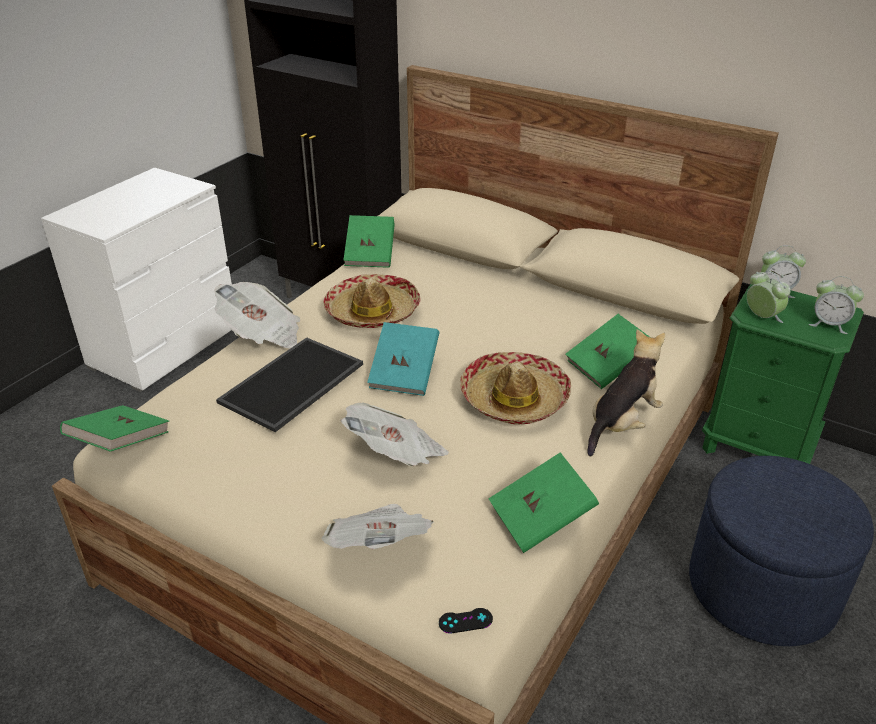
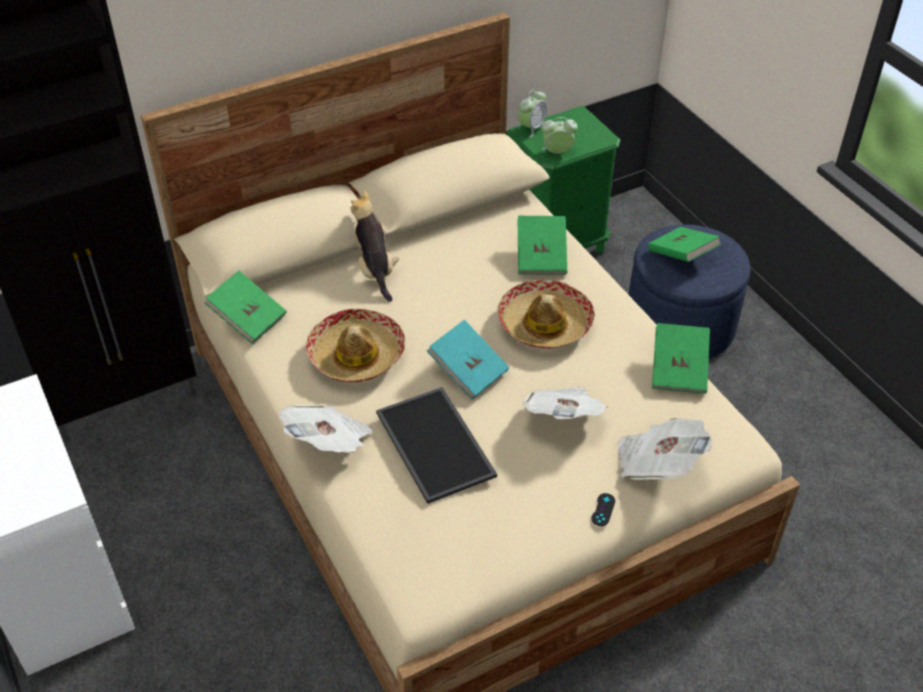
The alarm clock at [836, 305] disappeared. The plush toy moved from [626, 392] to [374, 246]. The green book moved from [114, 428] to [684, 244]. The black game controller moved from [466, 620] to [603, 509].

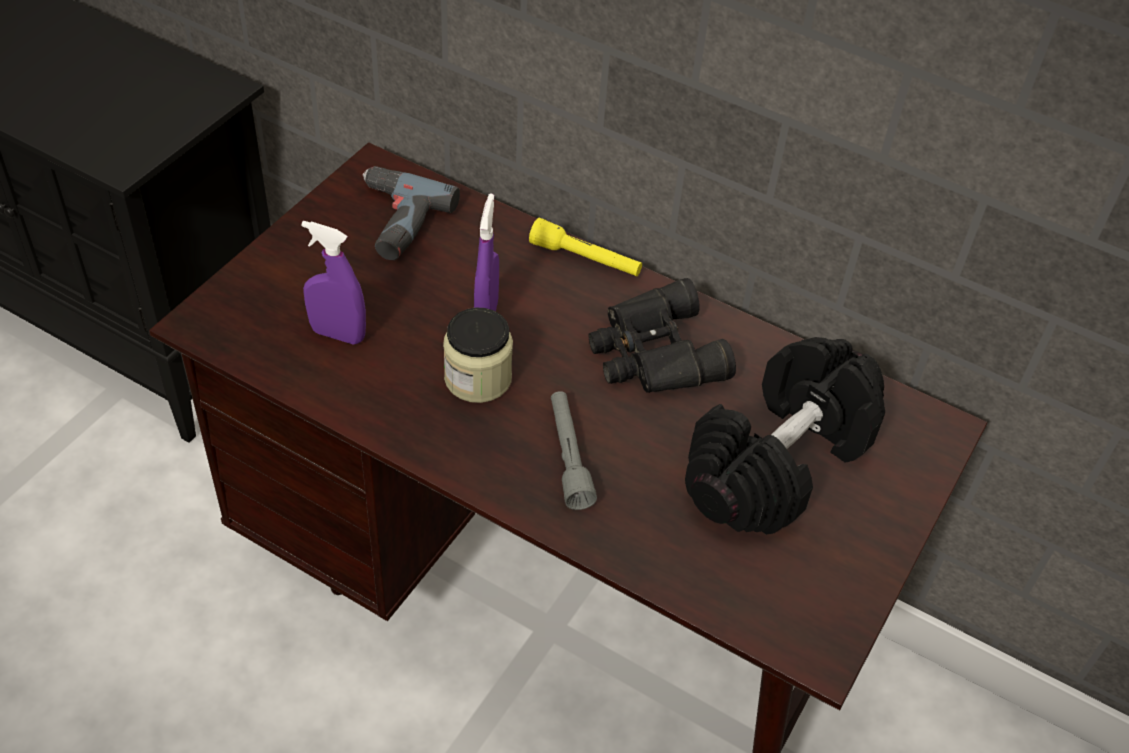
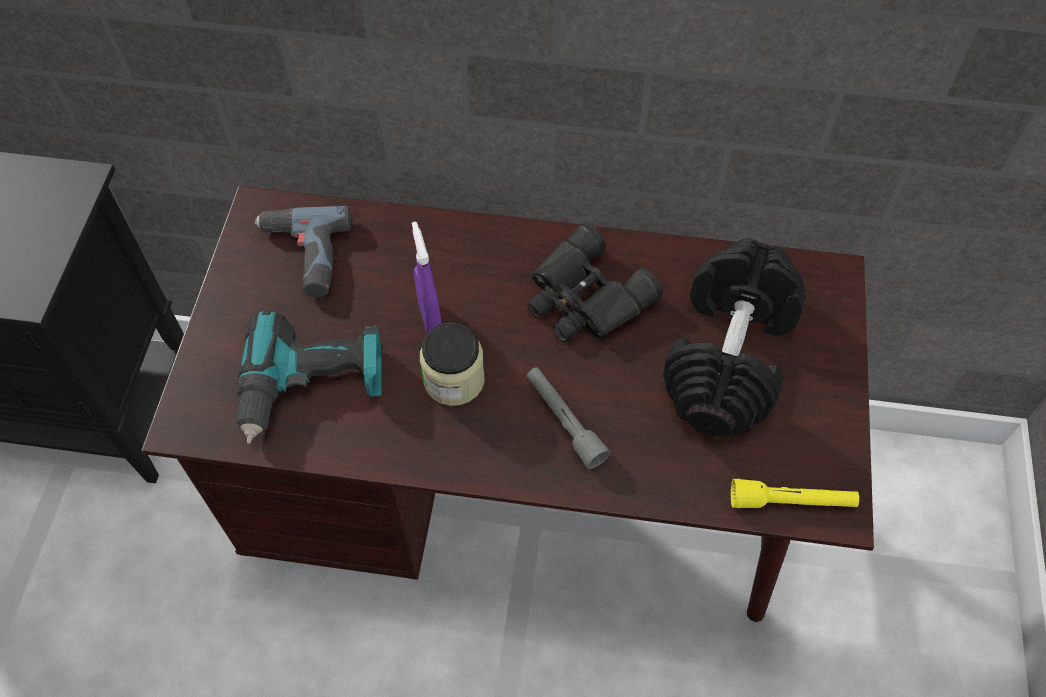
The yellow flashlight moved from [585, 247] to [795, 493]. The purple spray bottle at [334, 283] was replaced by the power drill at [309, 377].

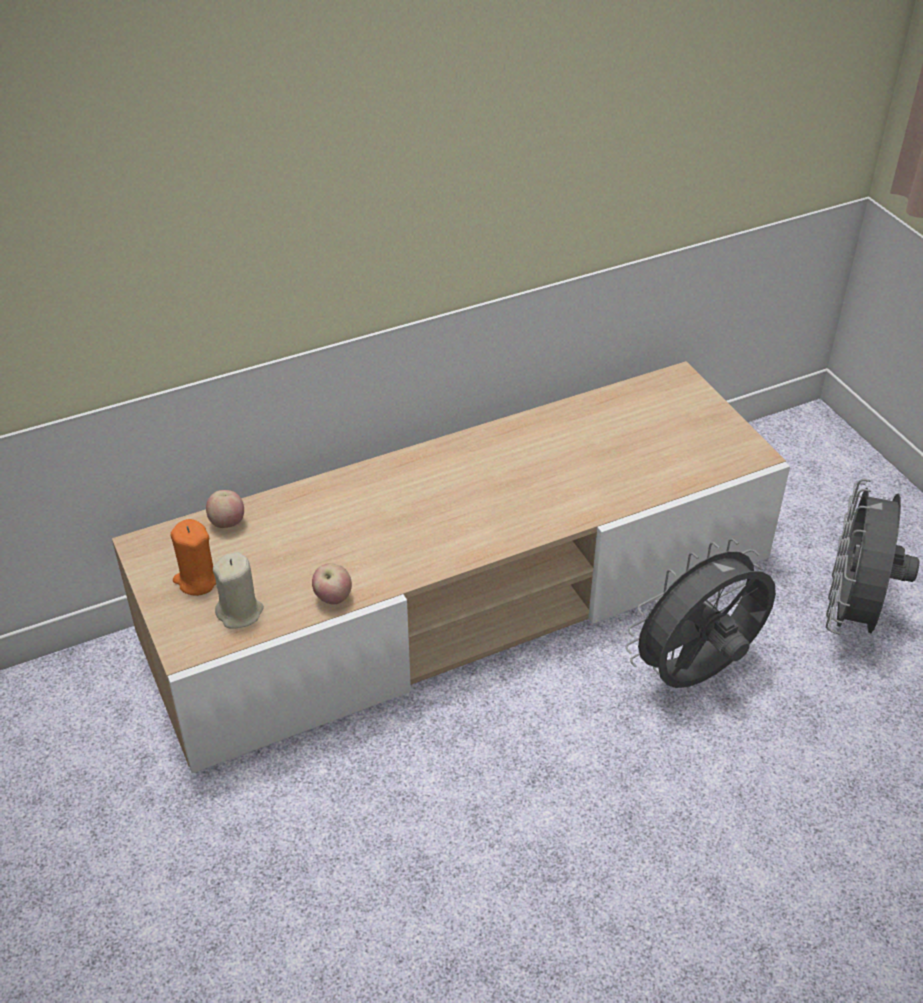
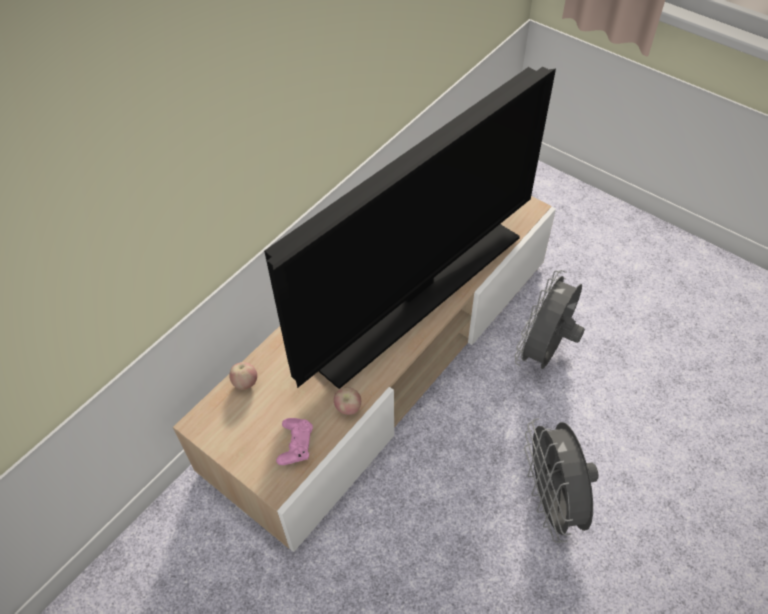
The grey fan moved from [872, 557] to [561, 480]. The orange candle at [193, 557] disappeared. The beige candle at [238, 590] was replaced by the pink game controller at [294, 441]. The television at [410, 228] appeared.

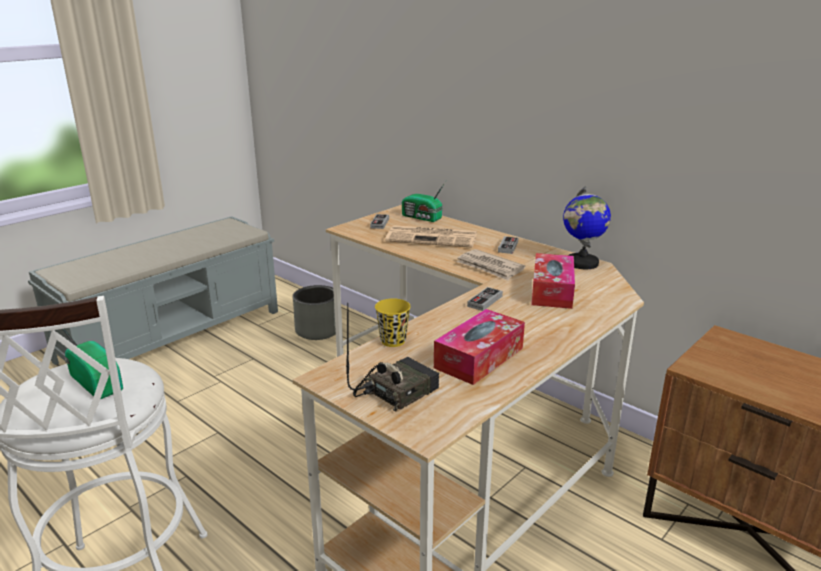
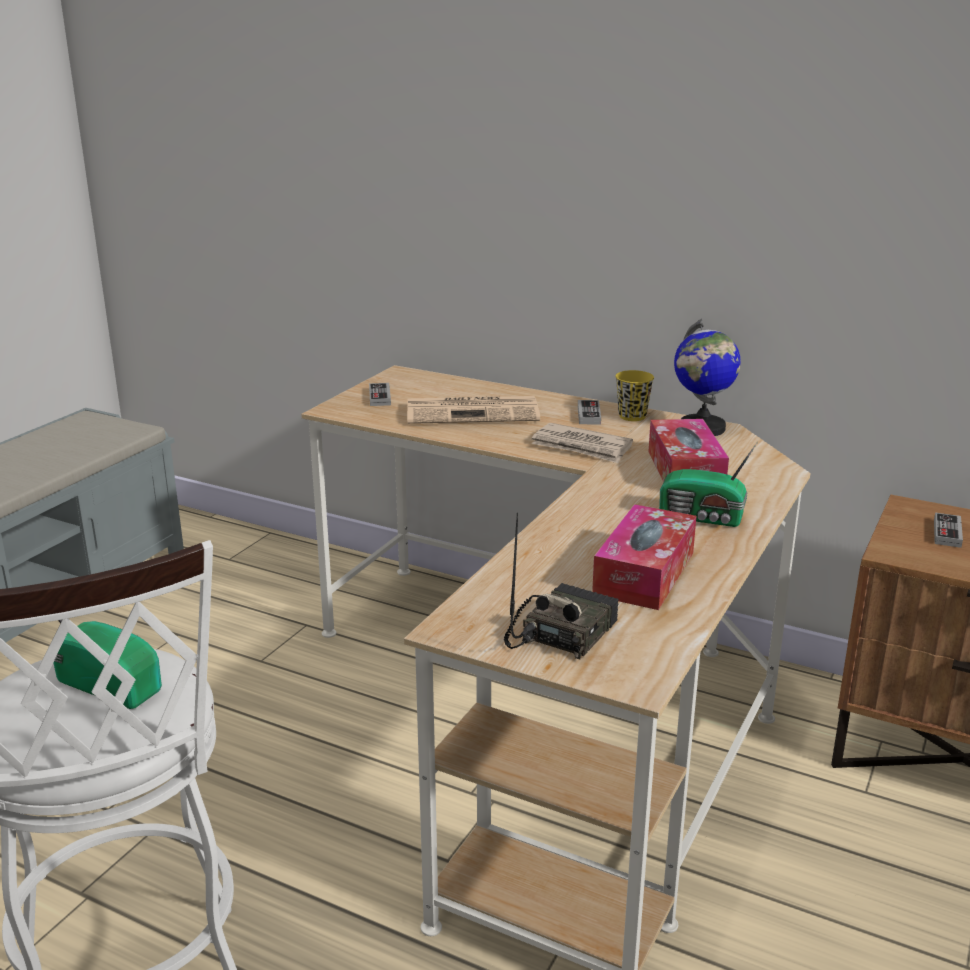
The radio moved from [424, 201] to [708, 484]. The grey planter at [314, 312] disappeared. The game controller moved from [485, 299] to [948, 530]. The yellow cup moved from [393, 323] to [634, 395].

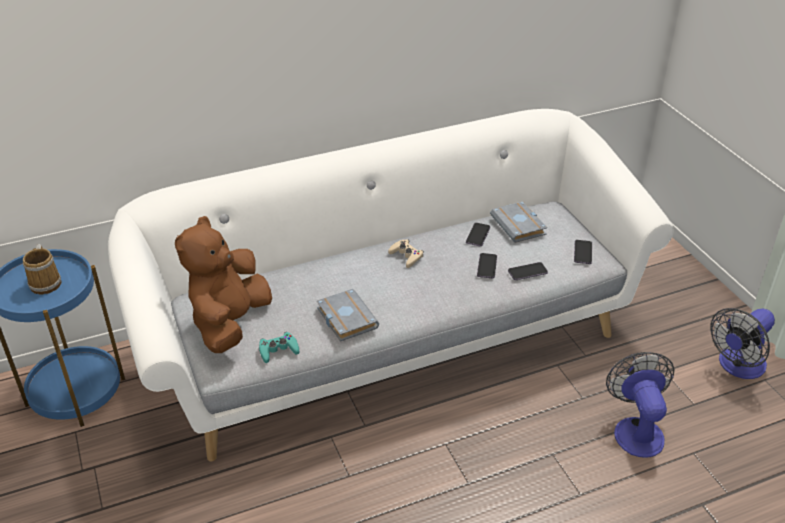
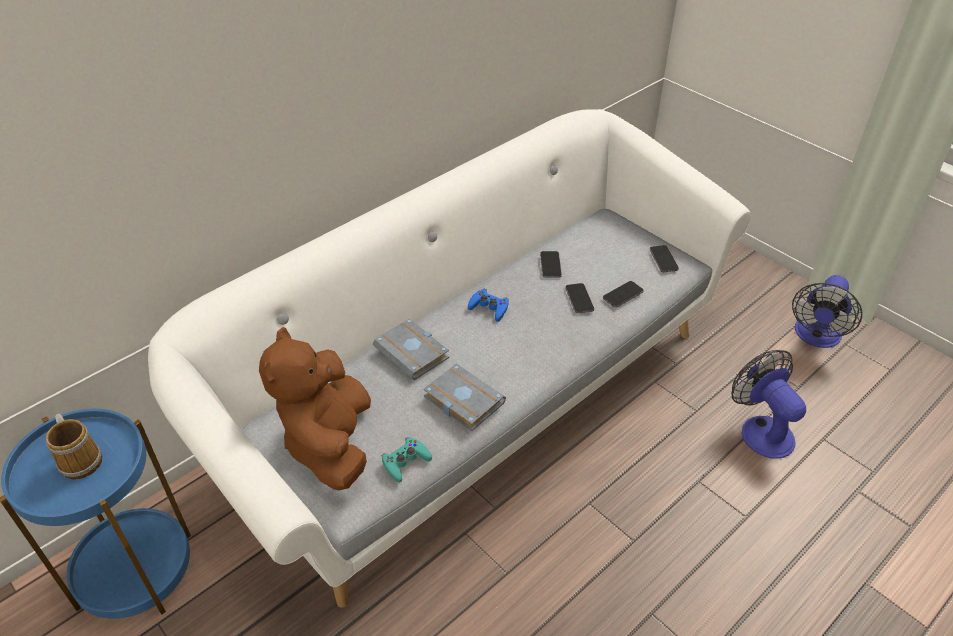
The grey book moved from [518, 222] to [411, 349]. The beige game controller at [406, 253] became the blue game controller at [488, 305].

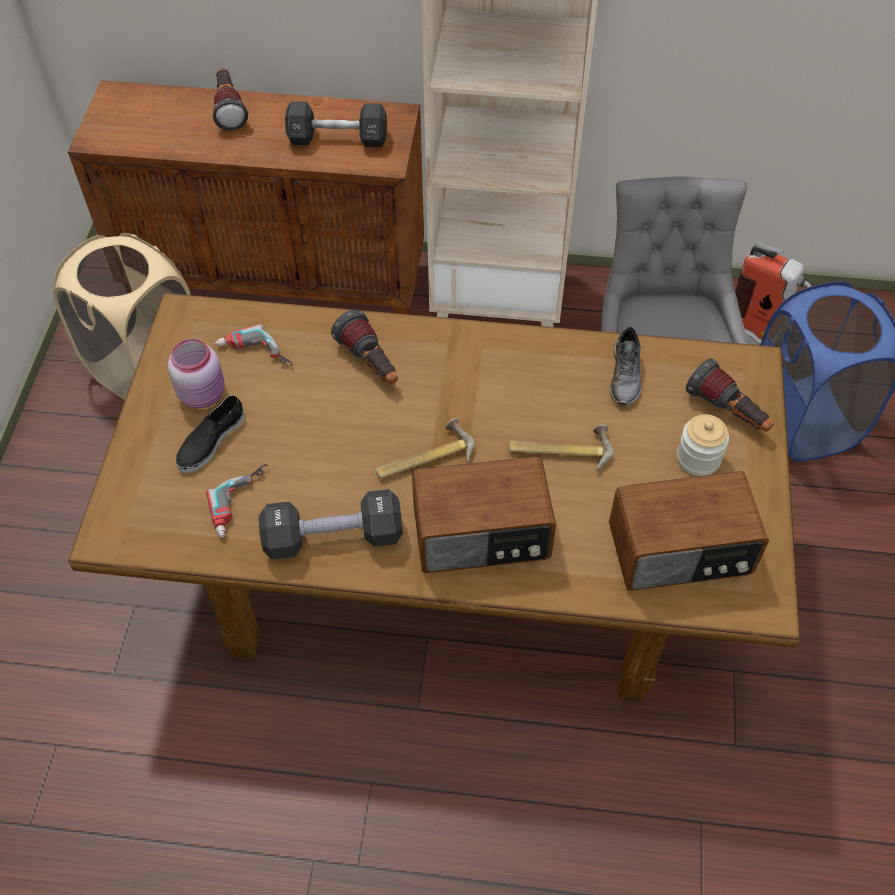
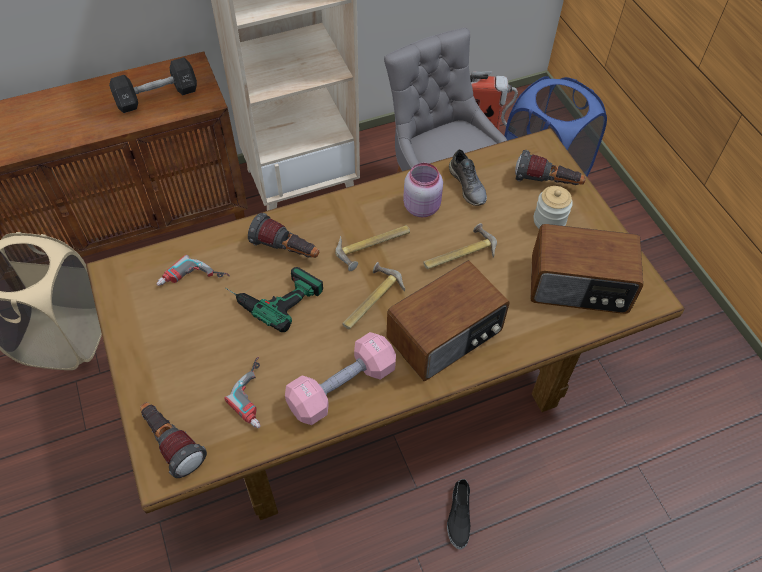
The flashlight moved from [230, 99] to [173, 440]. The pink jar moved from [196, 373] to [423, 190]. The black shoe moved from [210, 434] to [458, 514]. The radio at [689, 531] turned 45 degrees clockwise. The black dumbbell at [331, 524] became the pink dumbbell at [340, 378]. The hammer at [372, 248] appeared. The power drill at [274, 299] appeared.

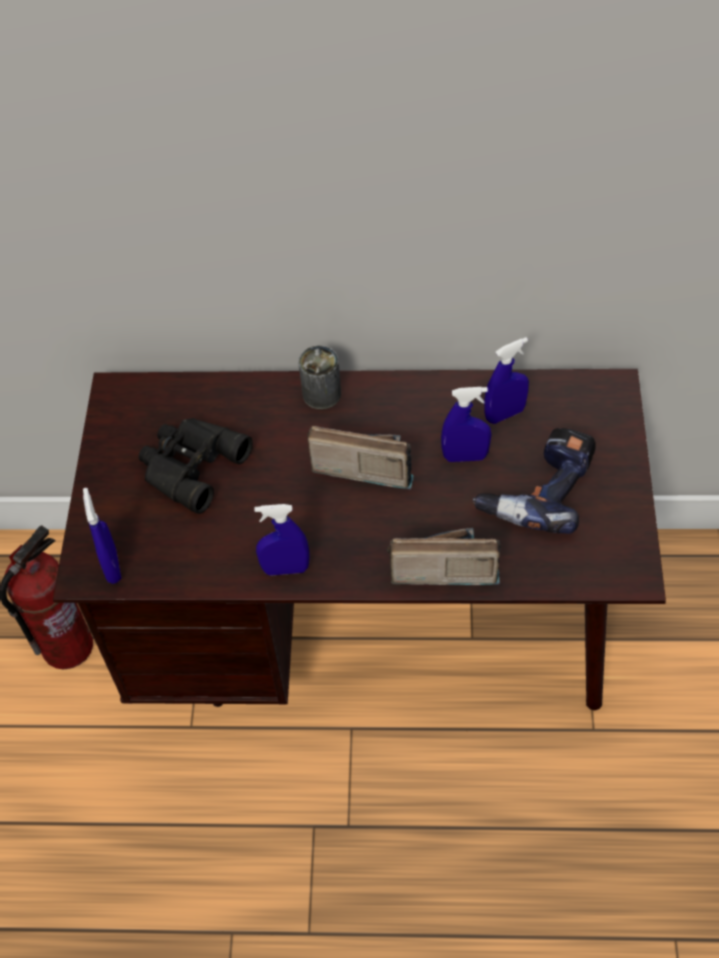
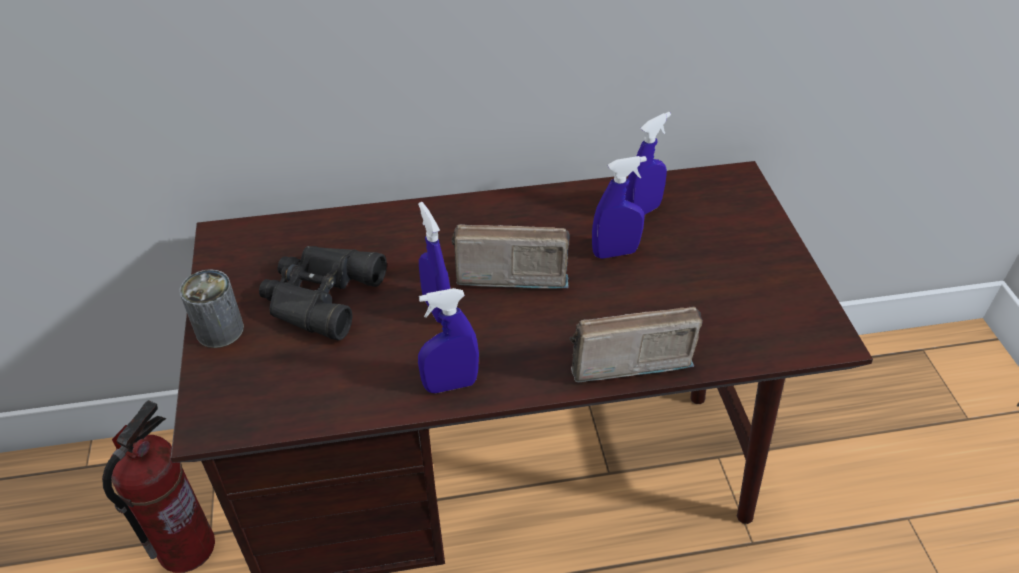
The can moved from [319, 377] to [211, 308]. The power drill at [534, 481] disappeared. The blue spray bottle moved from [102, 536] to [434, 262].

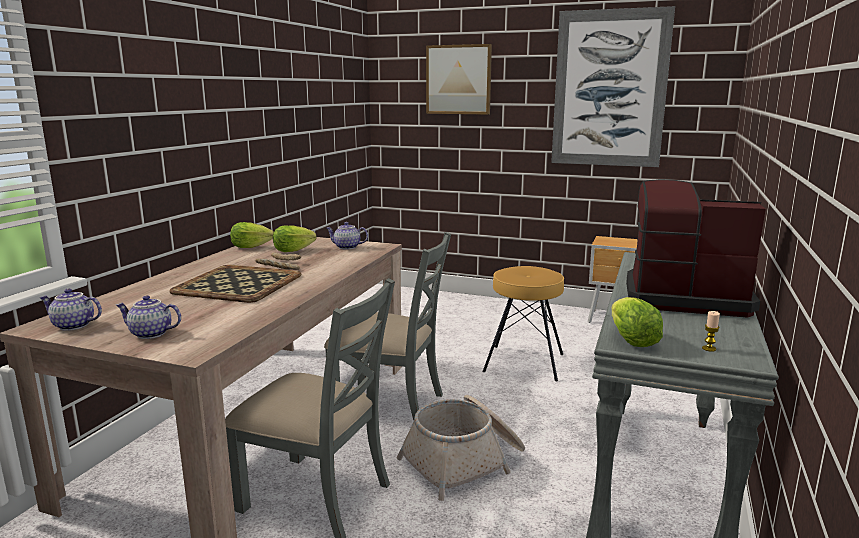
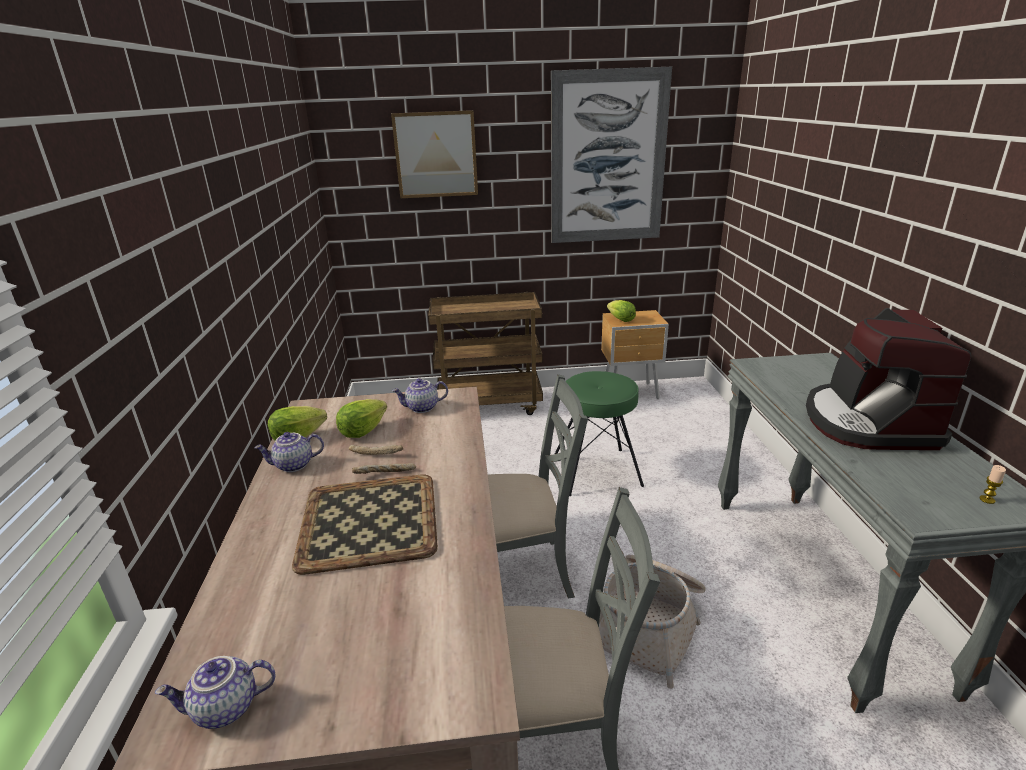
The coffee machine at [696, 248] turned 75 degrees counterclockwise. The brown stool at [523, 323] became the green stool at [599, 433]. The teapot moved from [148, 317] to [289, 452]. The lettuce moved from [637, 322] to [621, 311]. The brown cart at [485, 353] appeared.

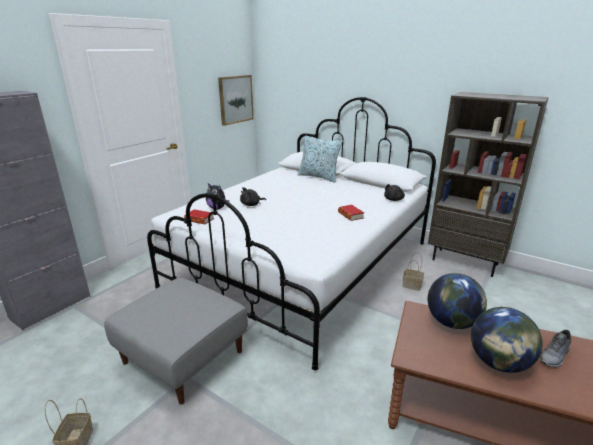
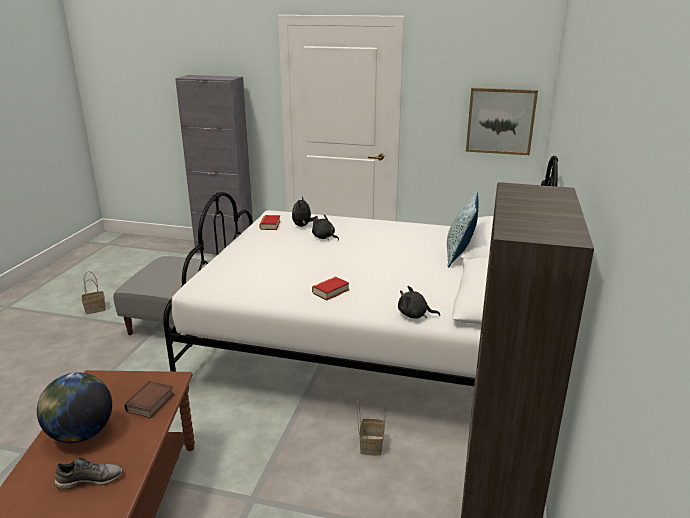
The globe at [457, 301] was replaced by the book at [149, 399]. The grey shoe at [555, 348] turned 135 degrees clockwise.

